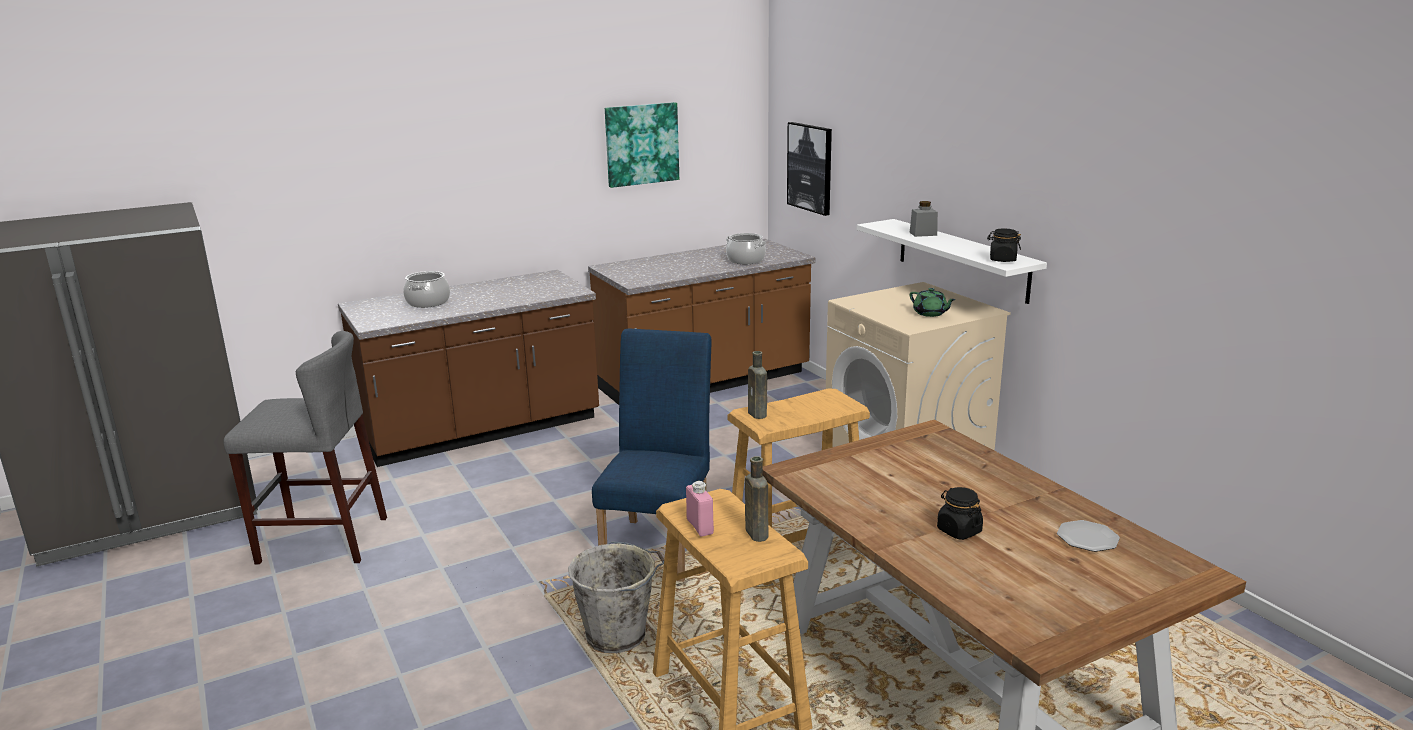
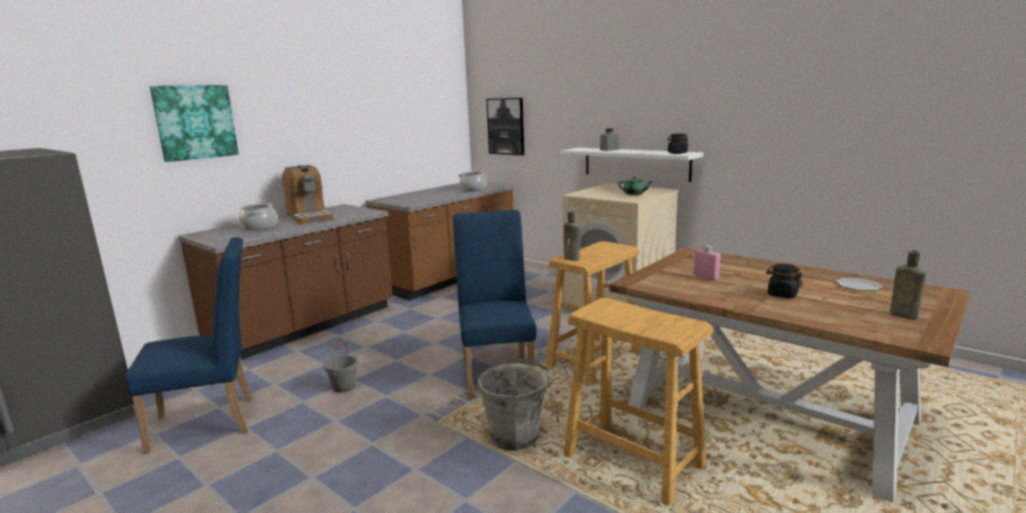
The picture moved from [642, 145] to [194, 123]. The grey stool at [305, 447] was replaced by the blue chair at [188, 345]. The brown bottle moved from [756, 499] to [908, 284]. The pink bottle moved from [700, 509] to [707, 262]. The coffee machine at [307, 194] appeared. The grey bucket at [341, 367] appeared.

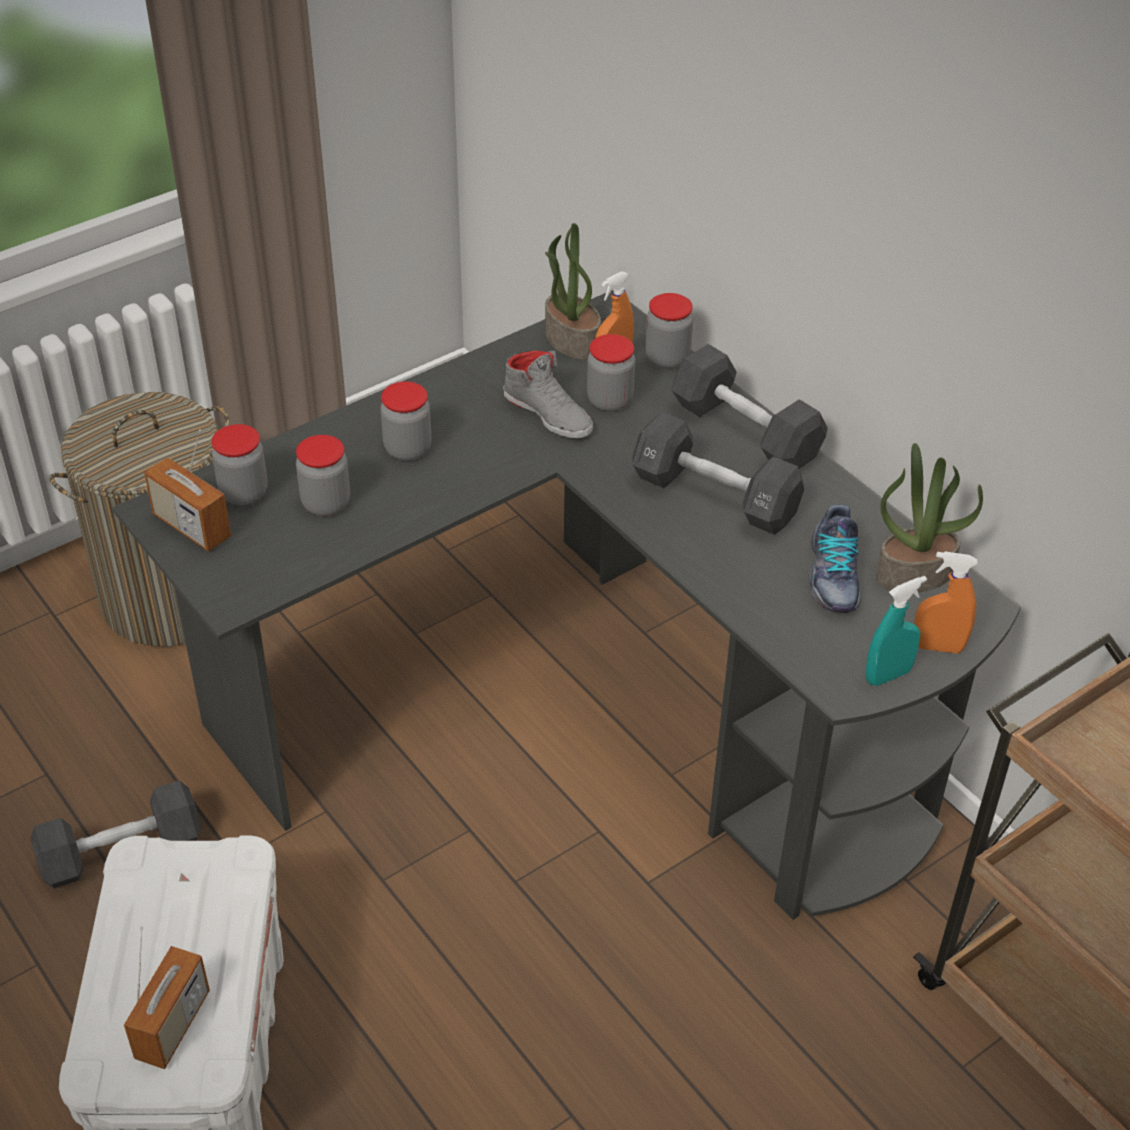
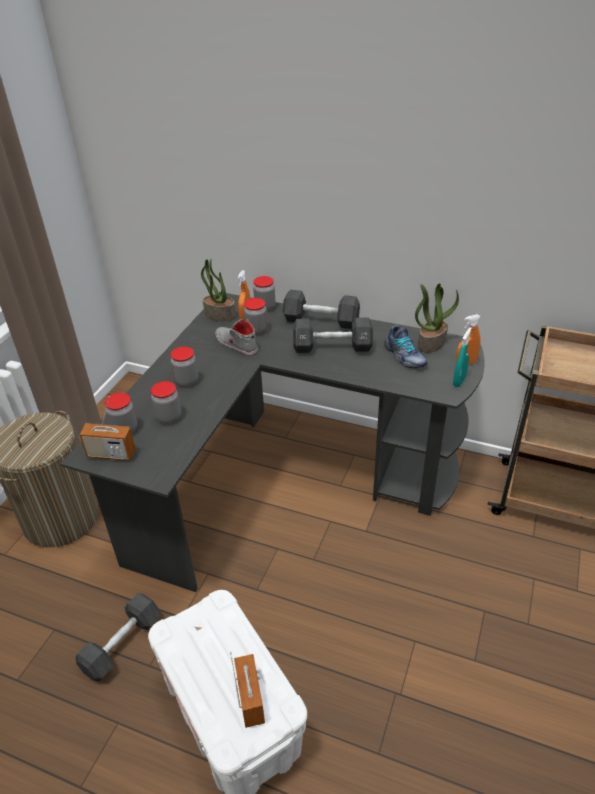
The grey shoe at [548, 395] turned 150 degrees counterclockwise.

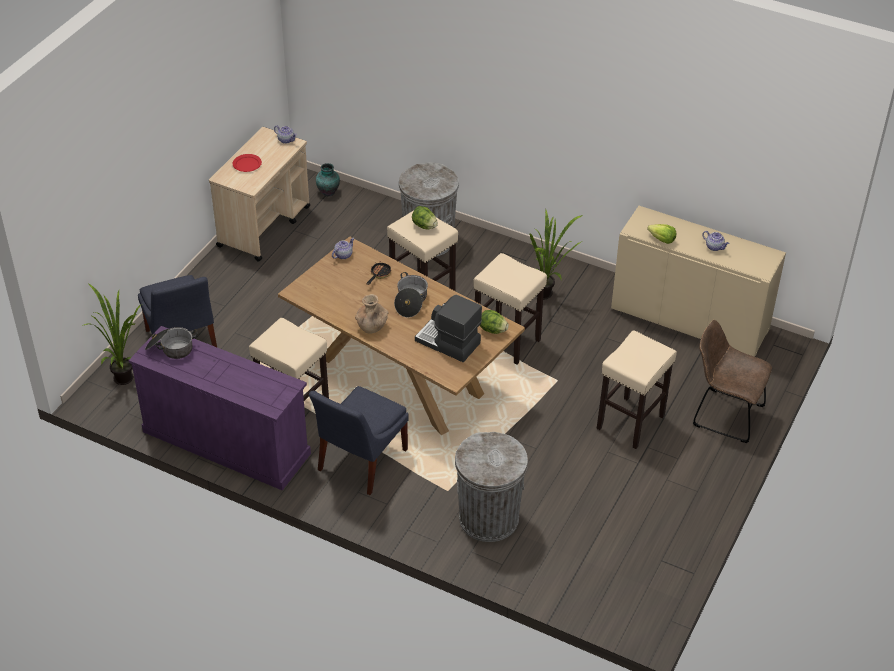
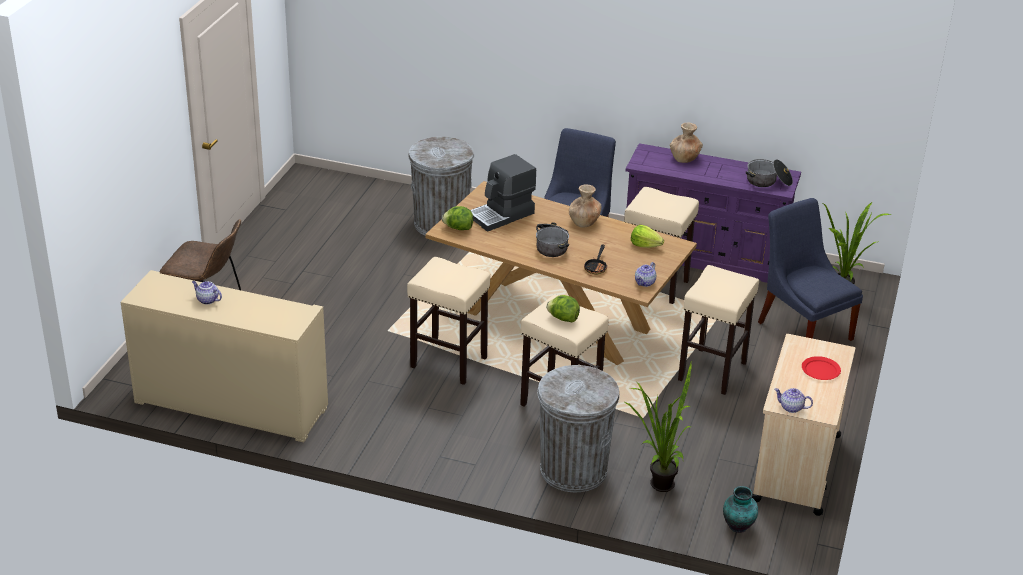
The potted plant moved from [556, 254] to [658, 427]. The lettuce moved from [661, 234] to [647, 236]. The coffee machine at [448, 328] turned 120 degrees clockwise. The beige stool moved from [636, 389] to [718, 330]. The brown vase at [686, 143] appeared.

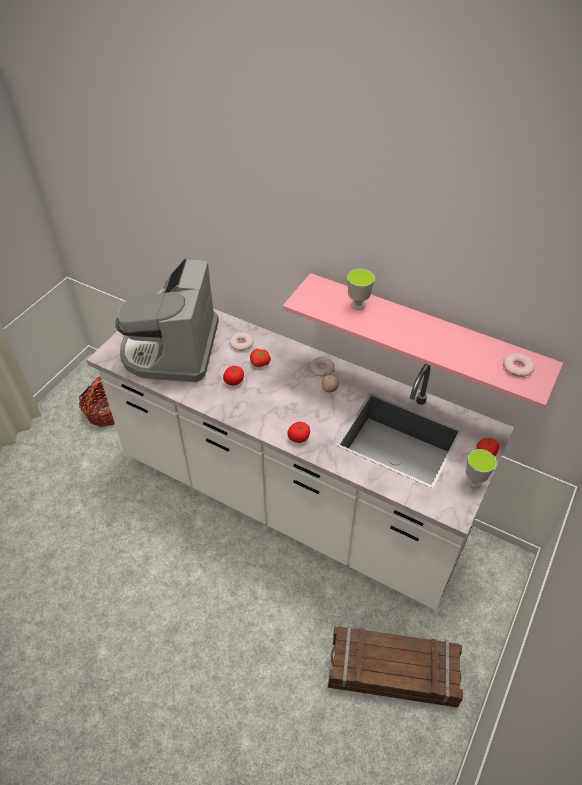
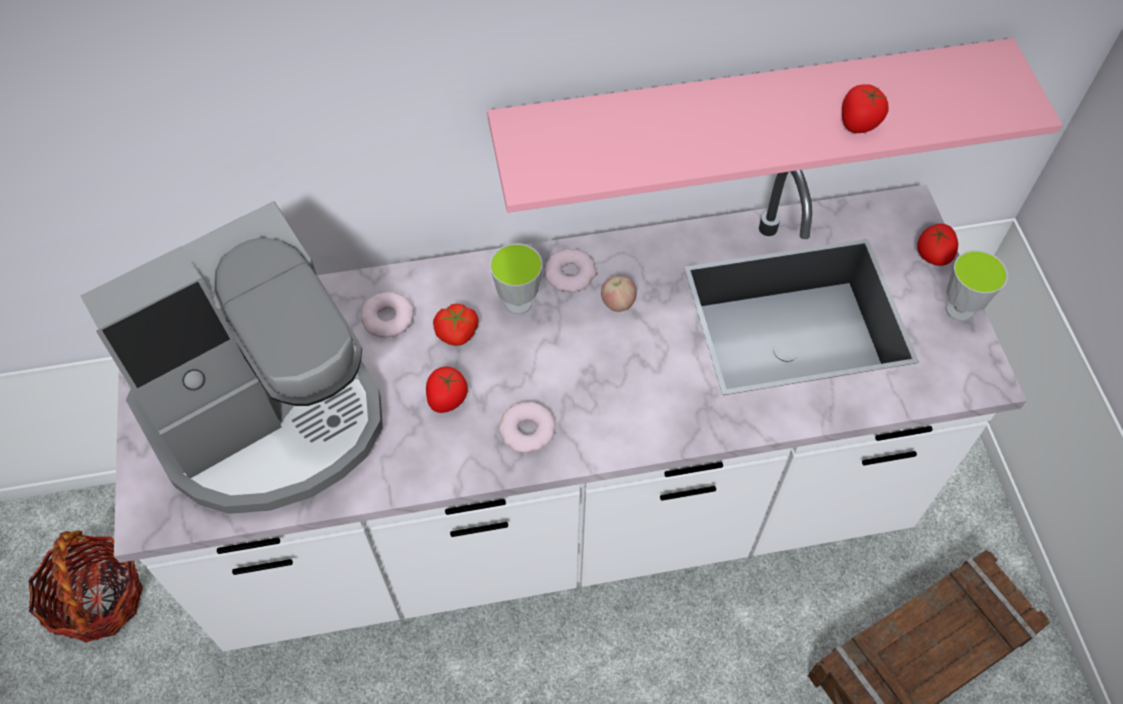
The coffee machine at [167, 320] turned 90 degrees counterclockwise. The cup moved from [361, 289] to [516, 278]. The donut moved from [519, 365] to [527, 427]. The tomato moved from [298, 432] to [865, 108].

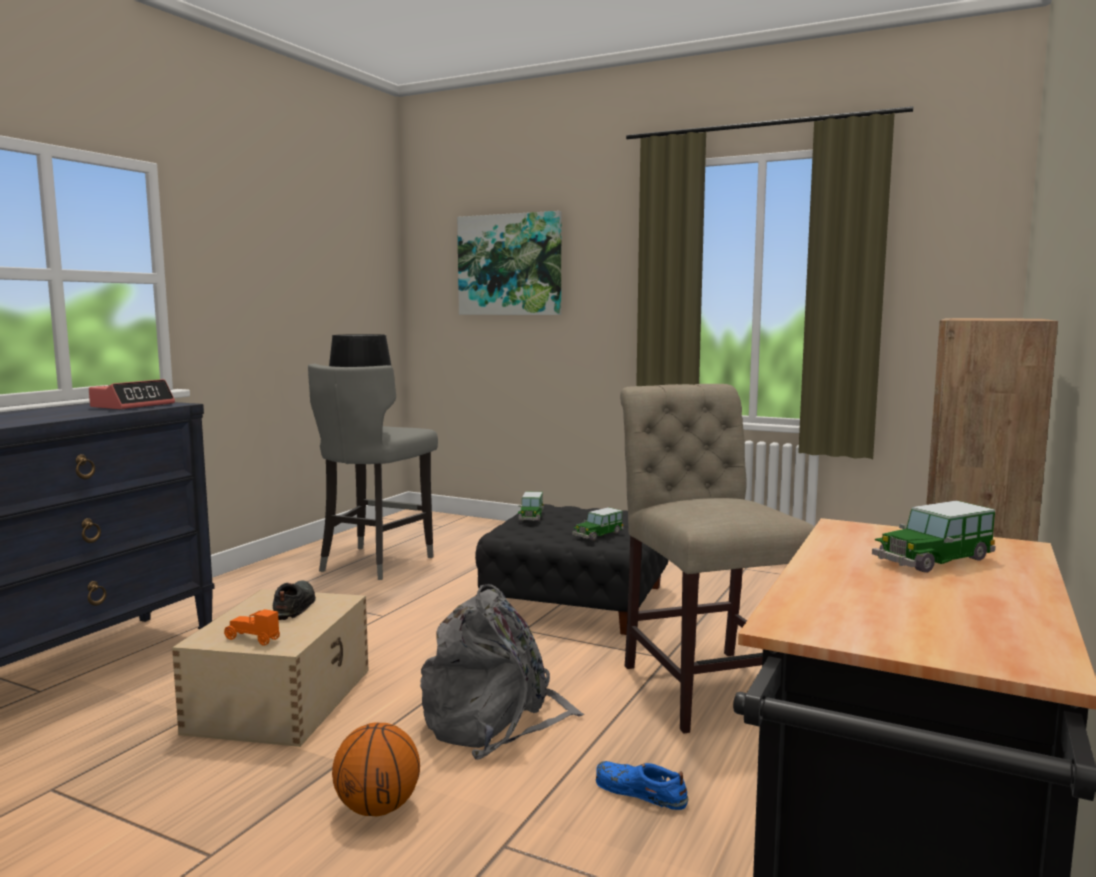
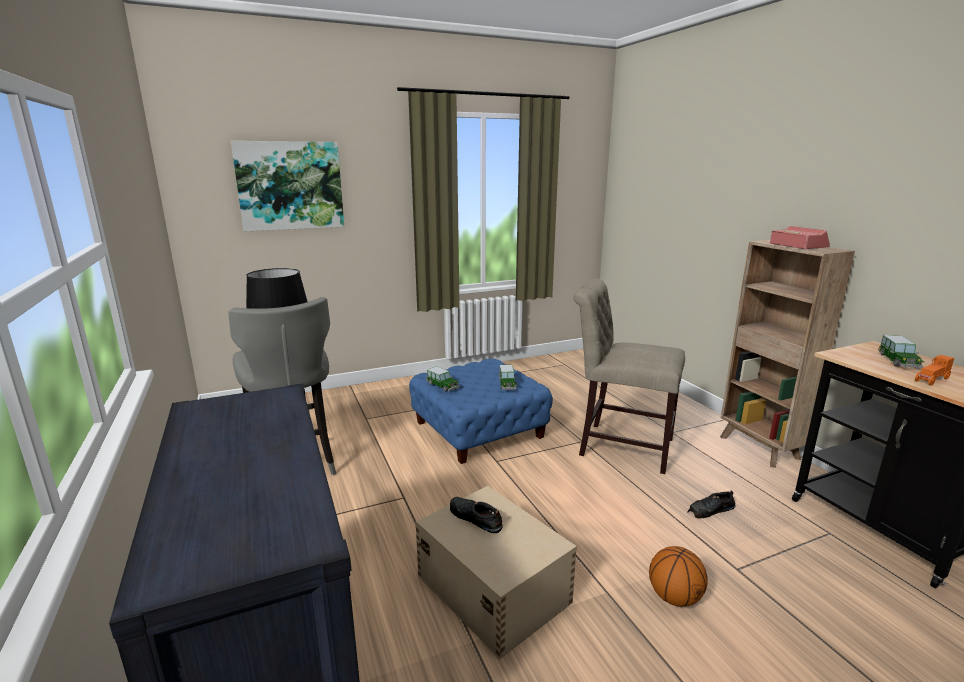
The alarm clock moved from [132, 394] to [800, 237]. The black ottoman at [572, 569] became the blue ottoman at [481, 411]. The grey backpack at [502, 672] disappeared. The orange toy car moved from [252, 627] to [934, 370]. The blue shoe at [642, 785] became the black shoe at [711, 504].

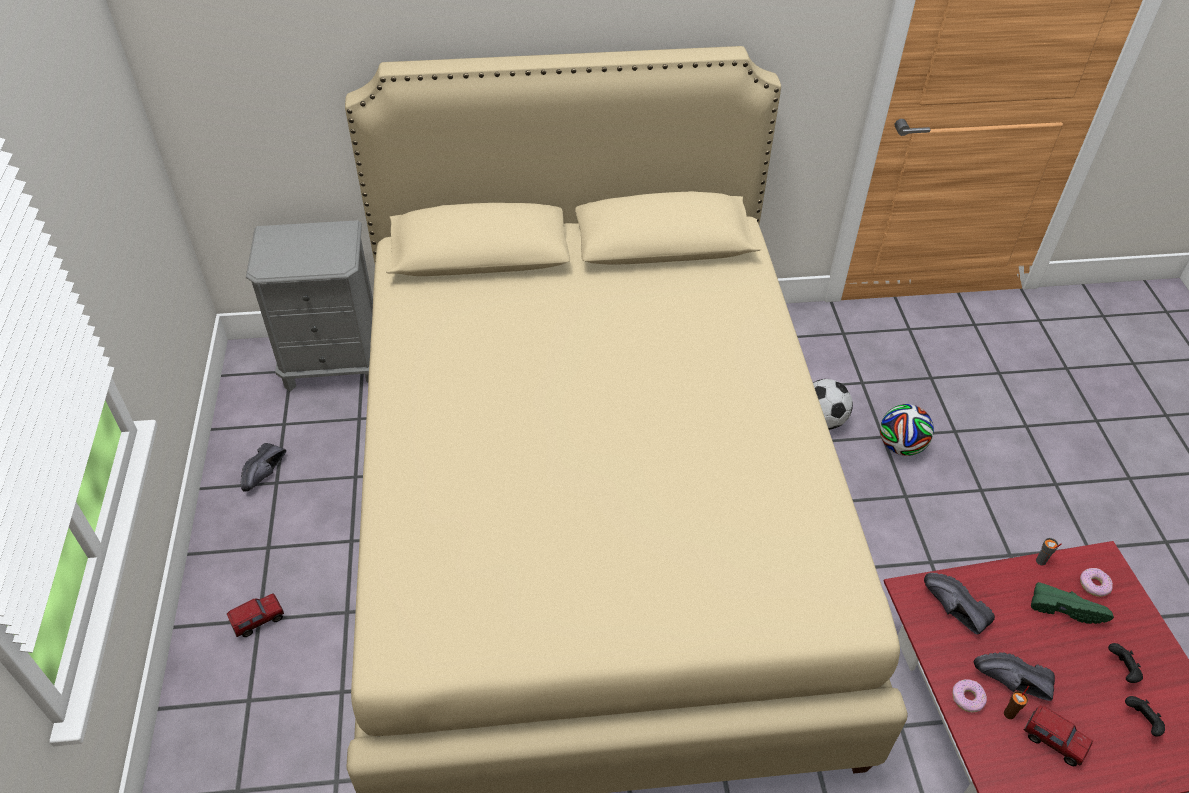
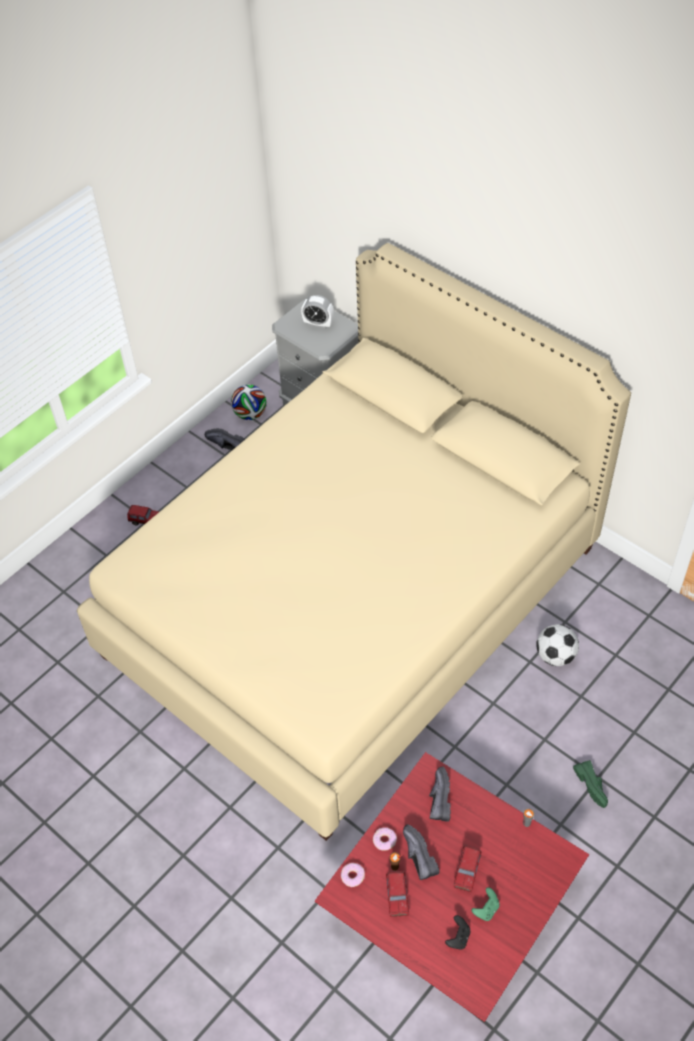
The football moved from [907, 430] to [249, 402]. The black shoe at [263, 467] turned 45 degrees clockwise. The donut moved from [1096, 582] to [353, 875]. The green shoe moved from [1072, 603] to [590, 784]. The black game controller at [1125, 663] became the green game controller at [486, 904]. The alarm clock at [317, 312] appeared. The toy truck at [467, 869] appeared.

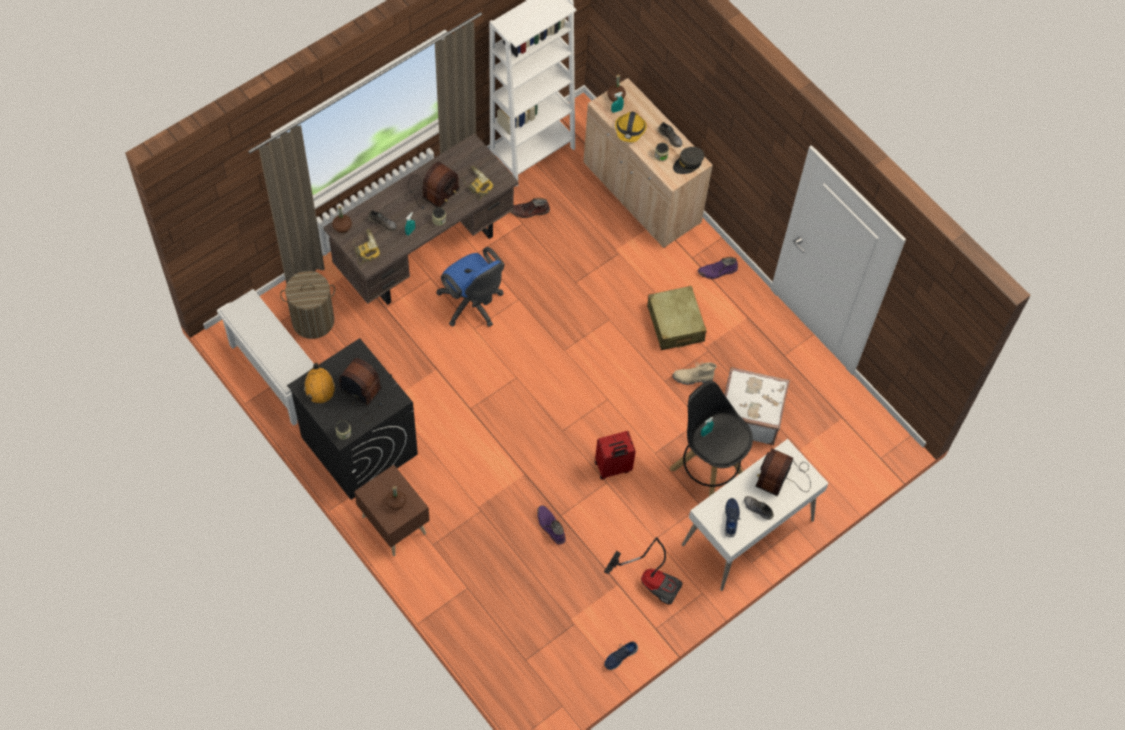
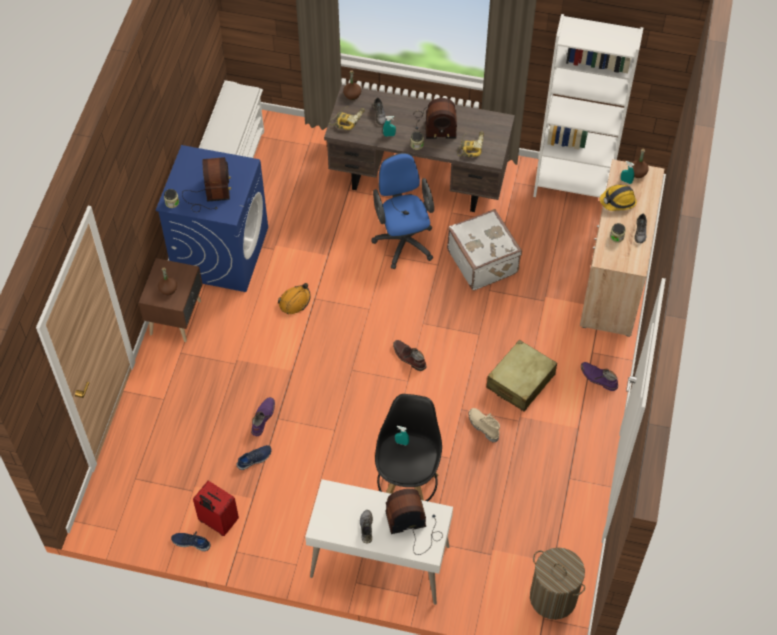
The grey cap at [688, 160] disappeared. The brown boot moved from [530, 208] to [409, 355]. The blue office chair at [470, 287] turned 150 degrees clockwise. The laundry basket moved from [307, 305] to [557, 583]. The black washing machine at [352, 419] became the blue washing machine at [212, 218]. The orange hard hat moved from [320, 383] to [294, 298]. The white suitcase moved from [757, 406] to [484, 249]. The red suitcase moved from [615, 455] to [216, 508]. The blue shoe moved from [732, 517] to [253, 457]. The vacuum cleaner at [643, 571] disappeared.

